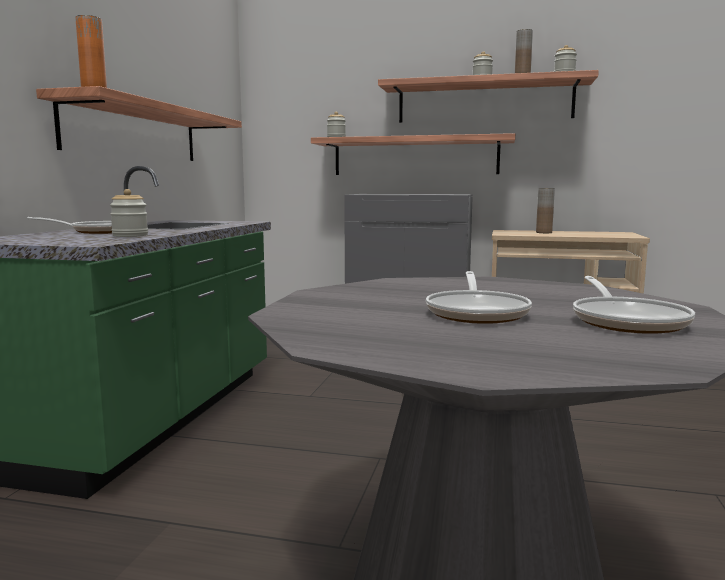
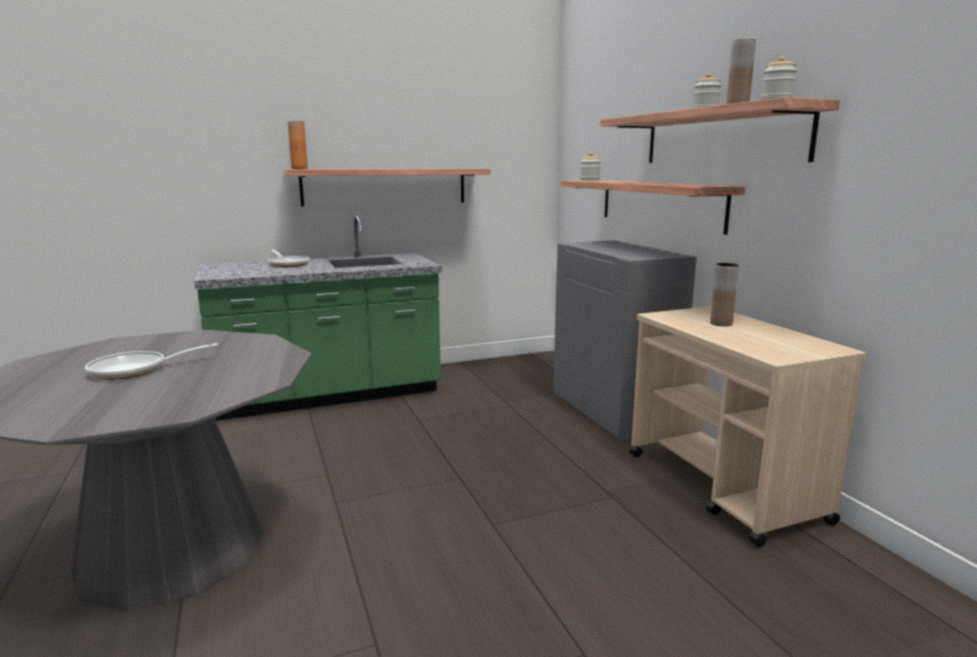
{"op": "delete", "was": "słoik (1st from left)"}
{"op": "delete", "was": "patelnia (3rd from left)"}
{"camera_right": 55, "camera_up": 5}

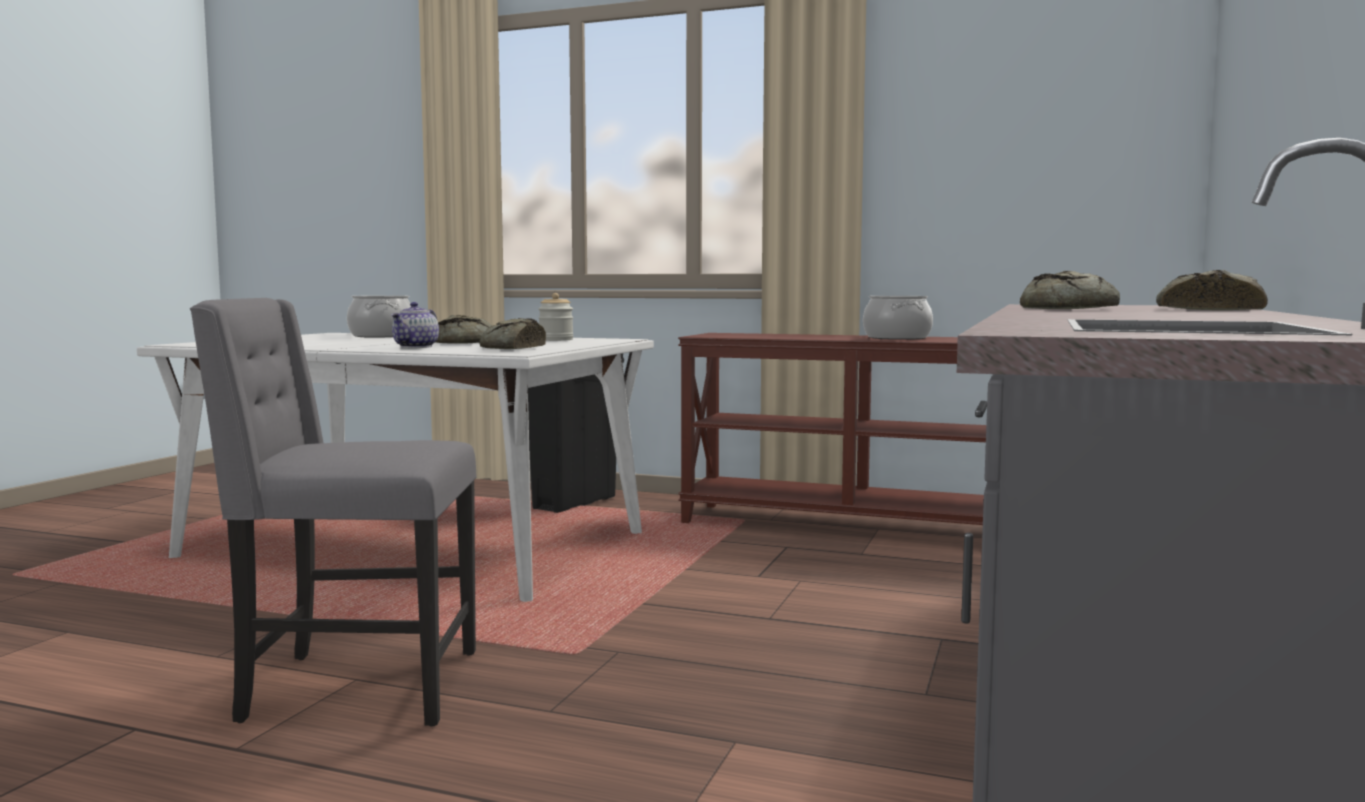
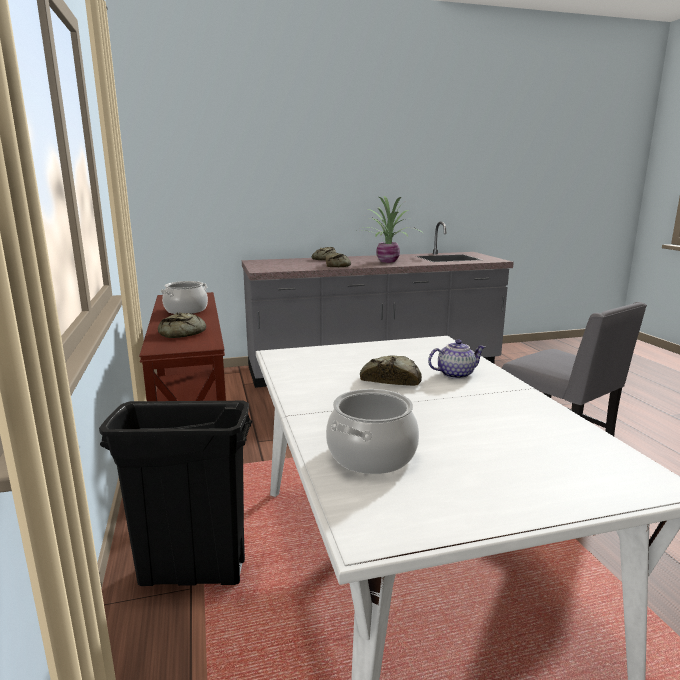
{"op": "move", "was": "chleb (2nd from left in the first image)", "now": "chleb (1st from left)"}
{"op": "insert", "now": "roślina doniczkowa"}
{"op": "delete", "was": "słoik"}
{"camera_right": -125, "camera_up": 10}

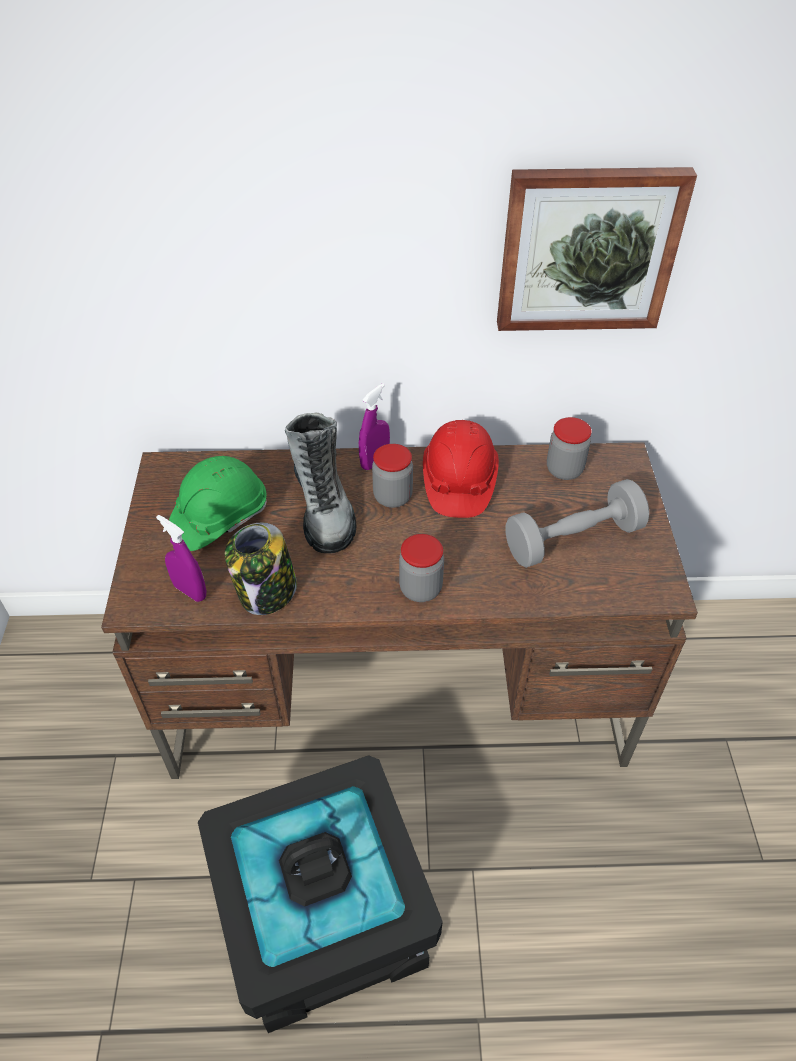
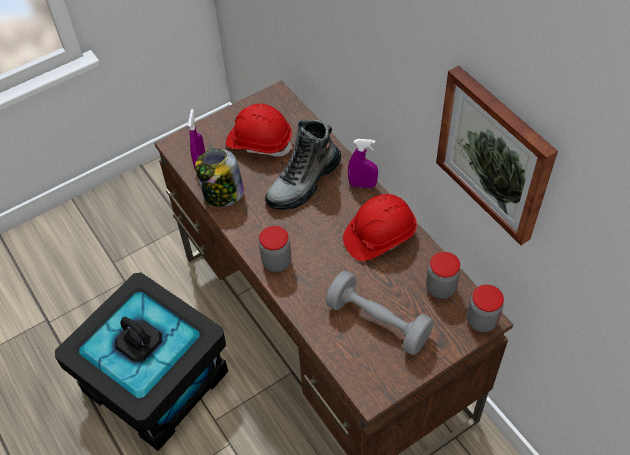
{"op": "recolor", "was": "kask/zielony", "now": "kask/czerwony (1st from left)"}
{"op": "move", "was": "słoik (2nd from left in the first image)", "now": "słoik (4th from left)"}
{"camera_right": 60, "camera_up": 5}

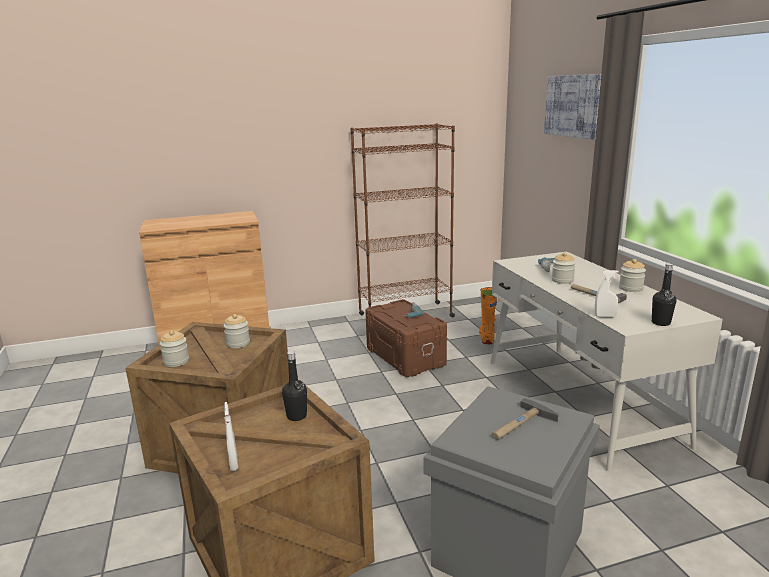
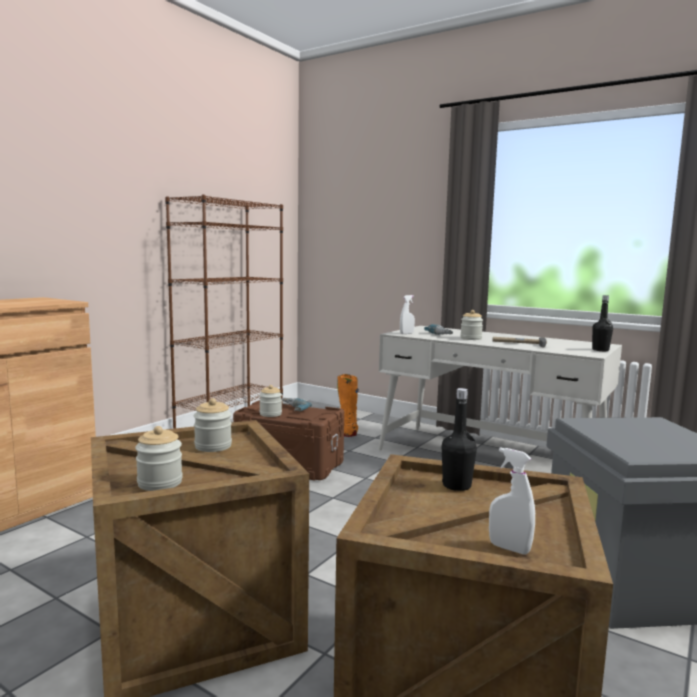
{"op": "move", "was": "słoik (4th from left in the first image)", "now": "słoik (3rd from left)"}
{"op": "move", "was": "spryskiwacz/biały (2nd from left in the first image)", "now": "spryskiwacz/biały (1st from left)"}
{"op": "delete", "was": "młotek (1st from left)"}
{"op": "delete", "was": "obraz"}
{"camera_right": -40, "camera_up": -10}

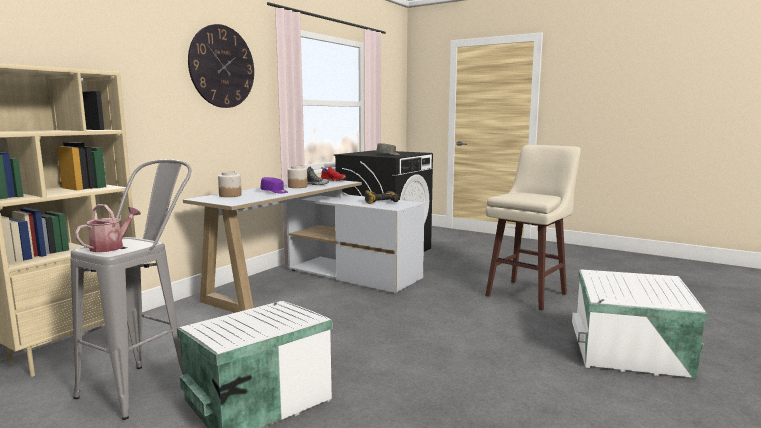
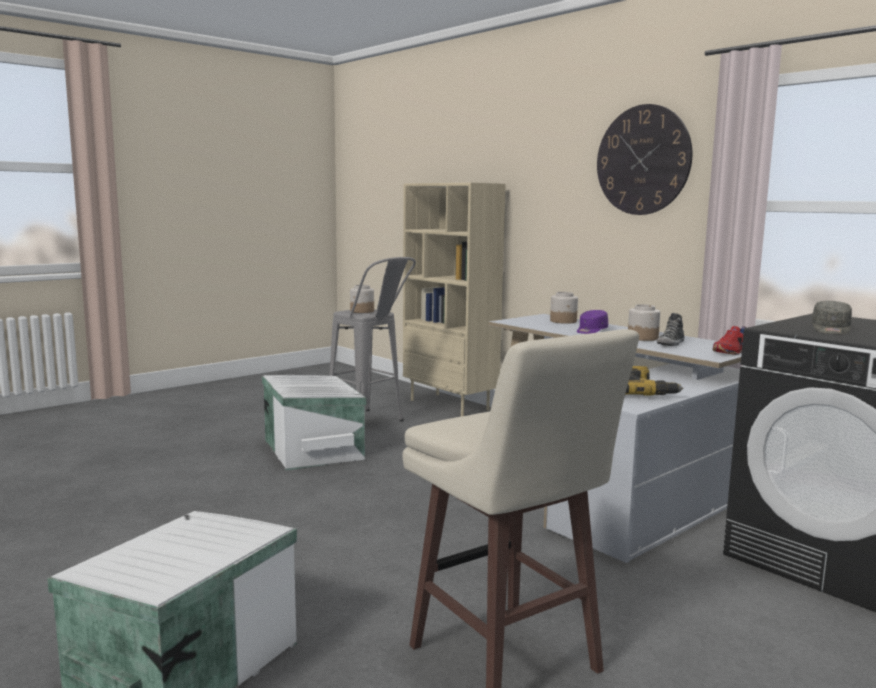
{"op": "replace", "was": "konewka", "now": "słoik (1st from left)"}
{"camera_right": 105, "camera_up": 0}

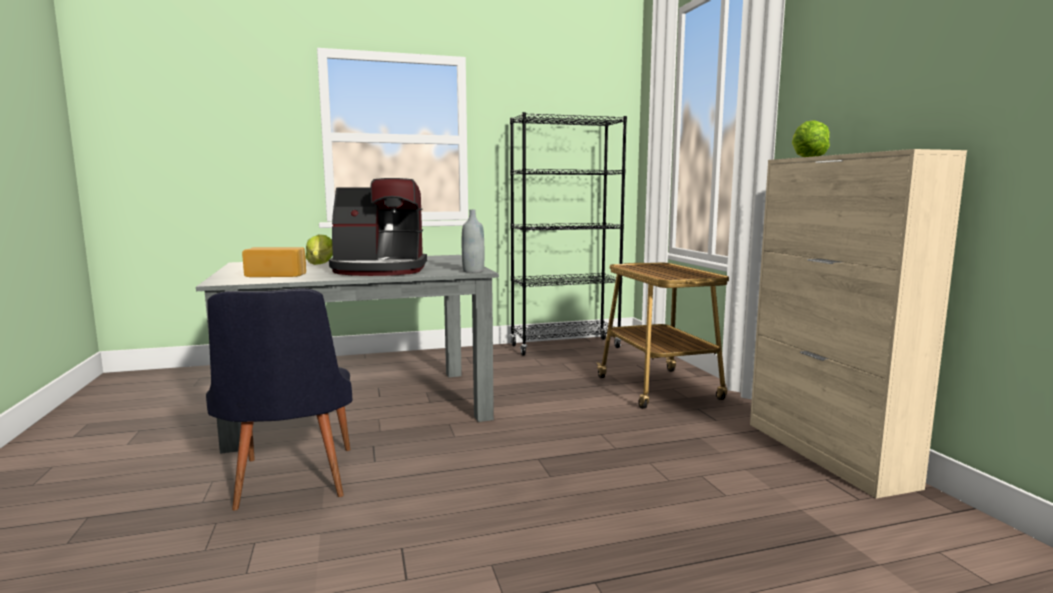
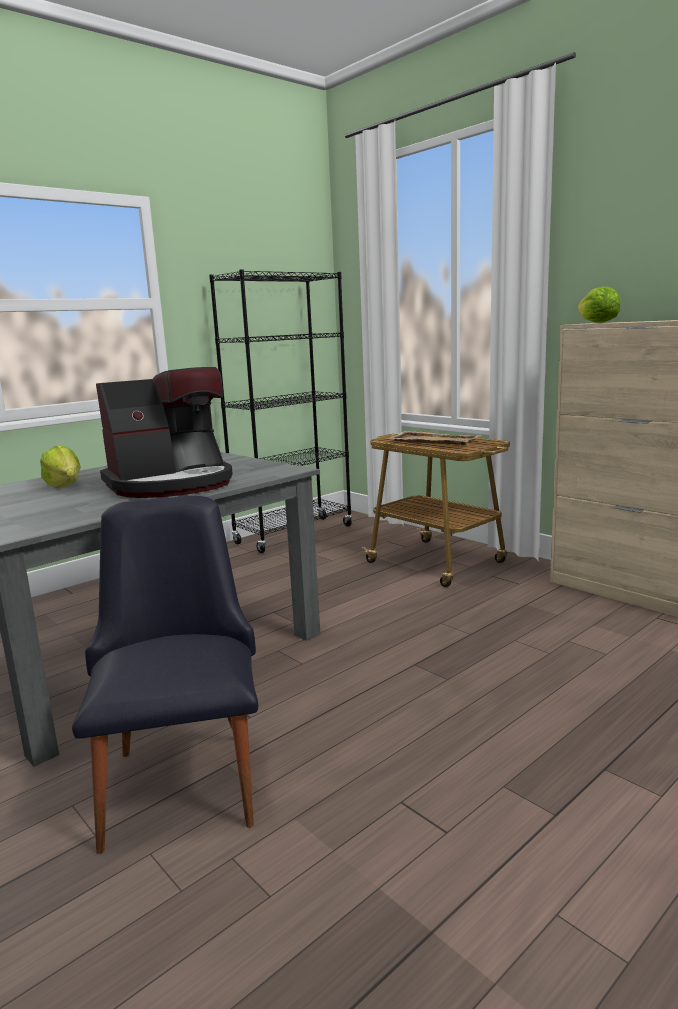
{"op": "rotate", "was": "krzesło/czarny", "clockwise": -150}
{"op": "insert", "now": "taca/beżowy"}
{"op": "delete", "was": "chleb"}
{"op": "delete", "was": "butelka/szary"}
{"camera_right": -25, "camera_up": 5}

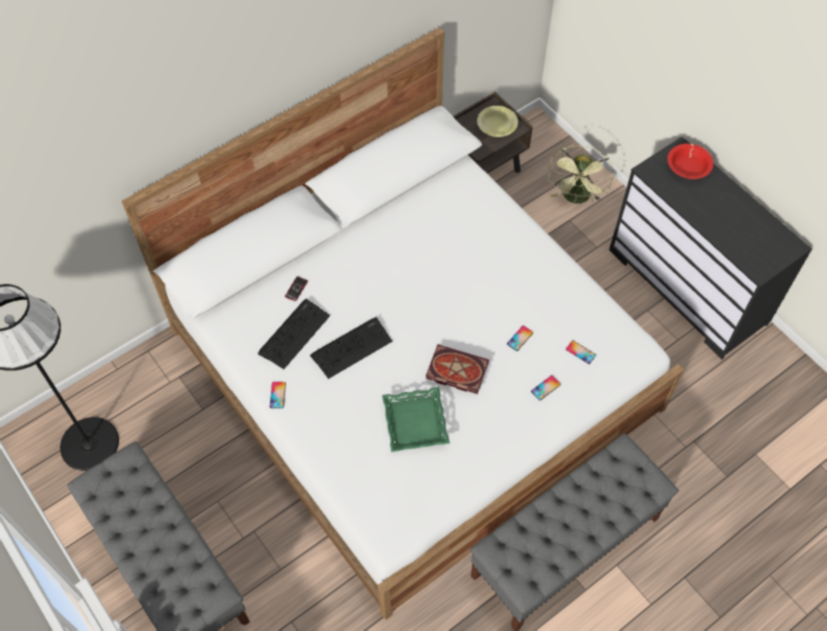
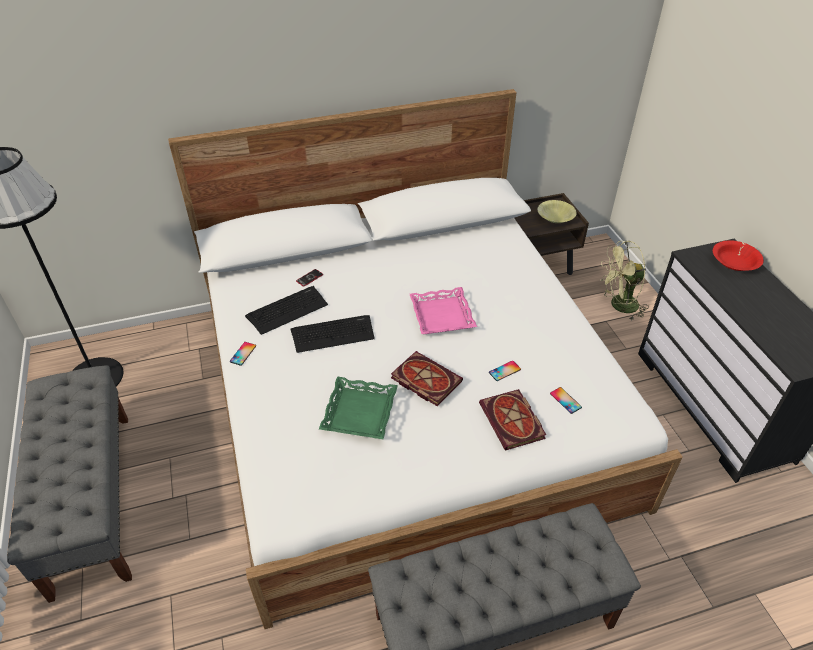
{"op": "insert", "now": "taca/różowy"}
{"op": "replace", "was": "telefon (4th from left)", "now": "książka (2nd from left)"}
{"op": "rotate", "was": "wentylator/zielony", "clockwise": 45}
{"camera_right": 20, "camera_up": -15}

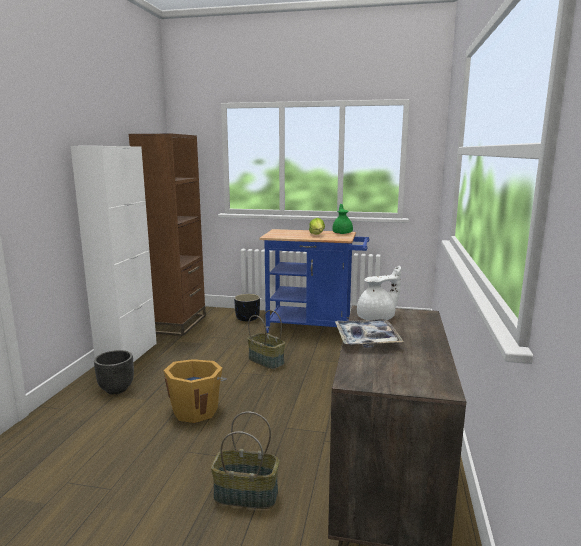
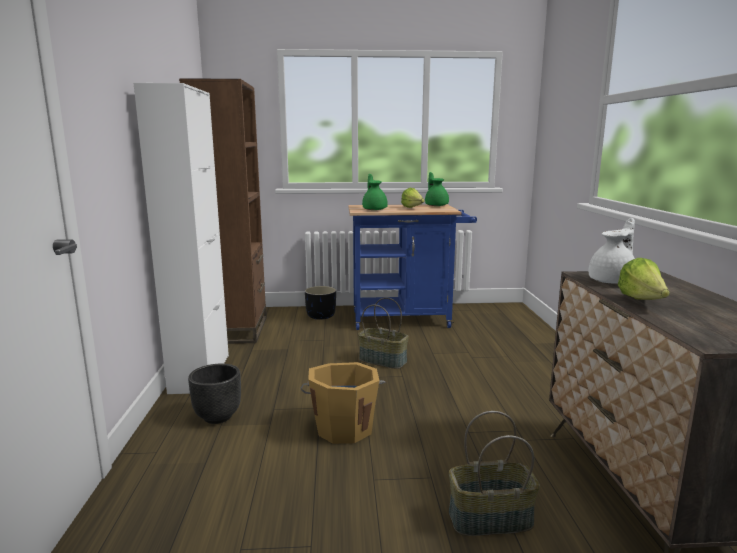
{"op": "insert", "now": "imbryk/zielony (1st from left)"}
{"op": "replace", "was": "taca", "now": "sałata (2nd from left)"}
{"camera_right": -15, "camera_up": 0}

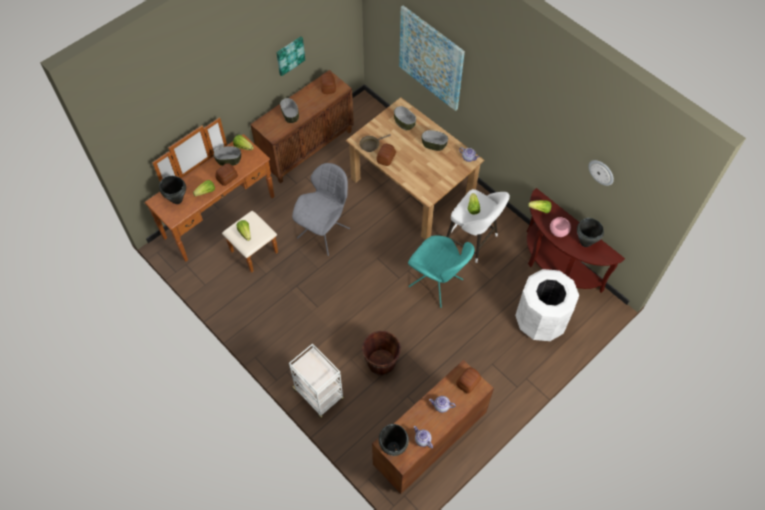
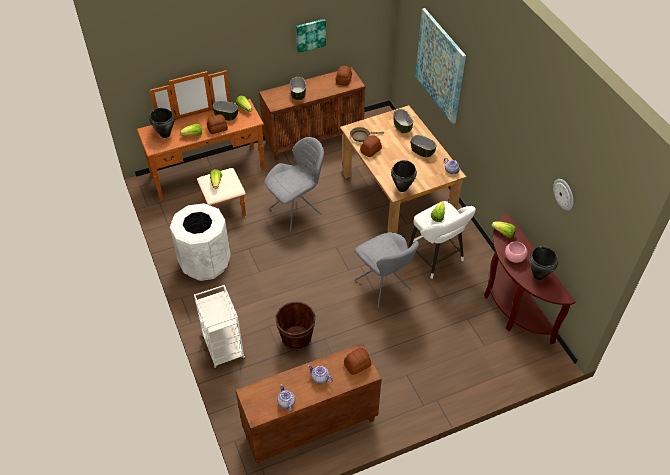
{"op": "move", "was": "kosz na śmieci/biały"}
{"op": "recolor", "was": "krzesło/turkusowy", "now": "krzesło/szary (2nd from left)"}
{"op": "move", "was": "garnek/czarny (2nd from left)"}
{"camera_right": 20, "camera_up": -10}

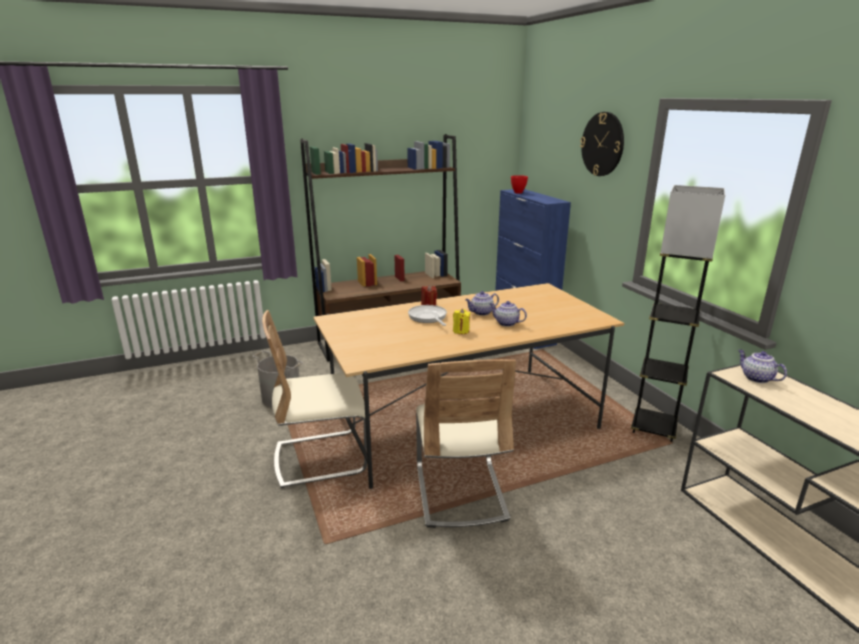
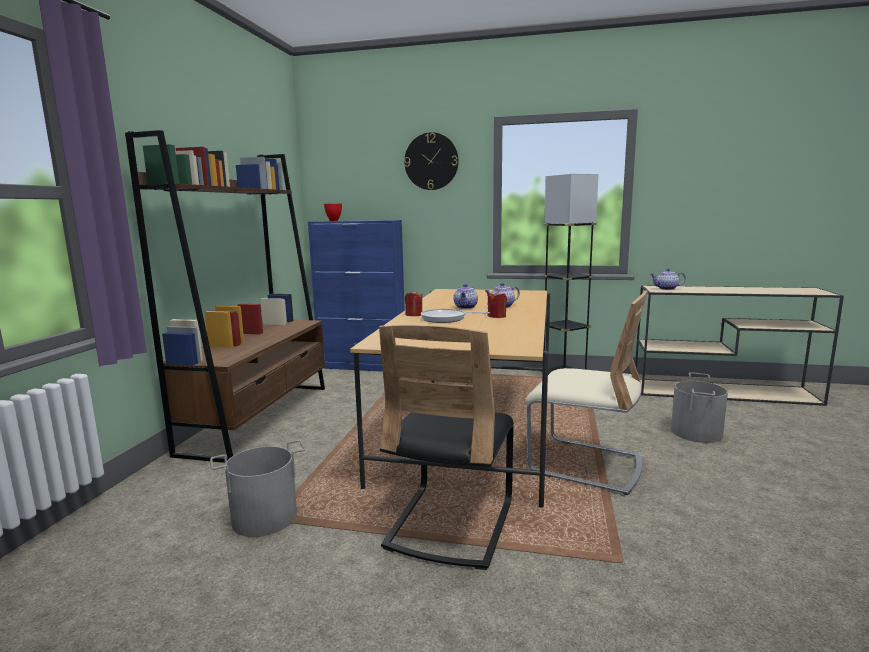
{"op": "recolor", "was": "krzesło/beżowy (1st from left)", "now": "krzesło/czarny"}
{"op": "recolor", "was": "świeca/żółty", "now": "świeca/czerwony (2nd from left)"}
{"op": "insert", "now": "wiadro/szary (2nd from left)"}
{"camera_right": -55, "camera_up": -10}

